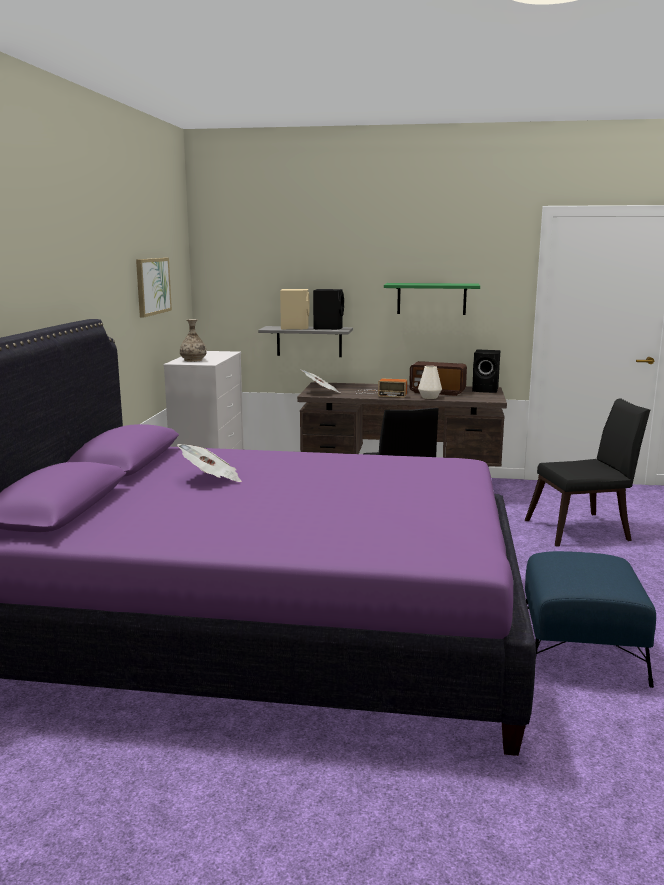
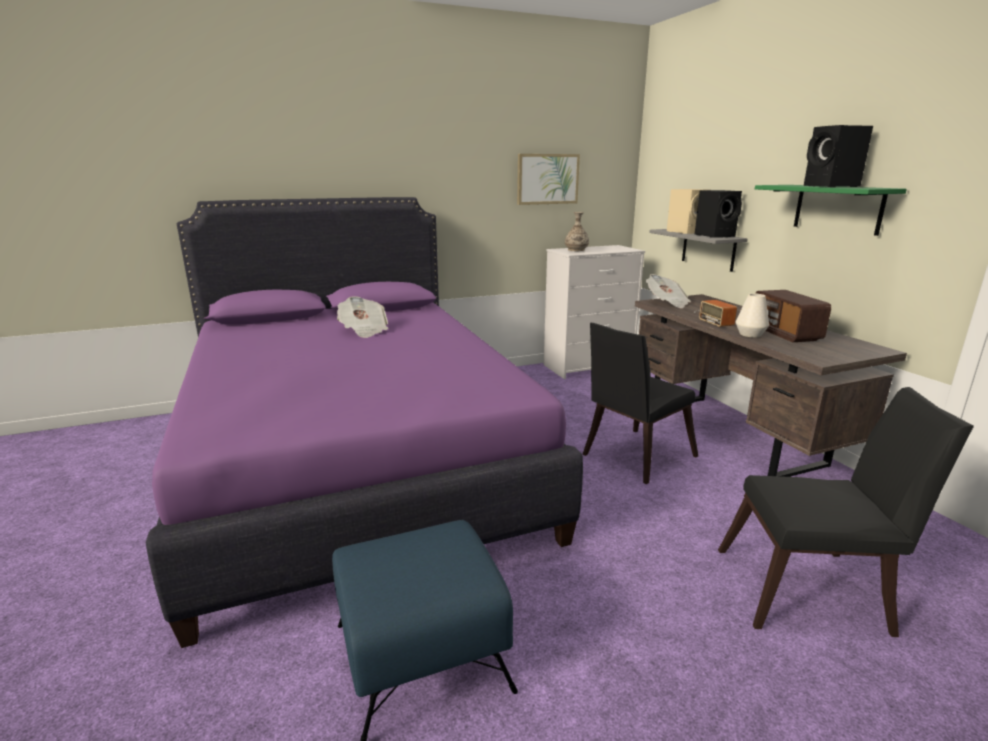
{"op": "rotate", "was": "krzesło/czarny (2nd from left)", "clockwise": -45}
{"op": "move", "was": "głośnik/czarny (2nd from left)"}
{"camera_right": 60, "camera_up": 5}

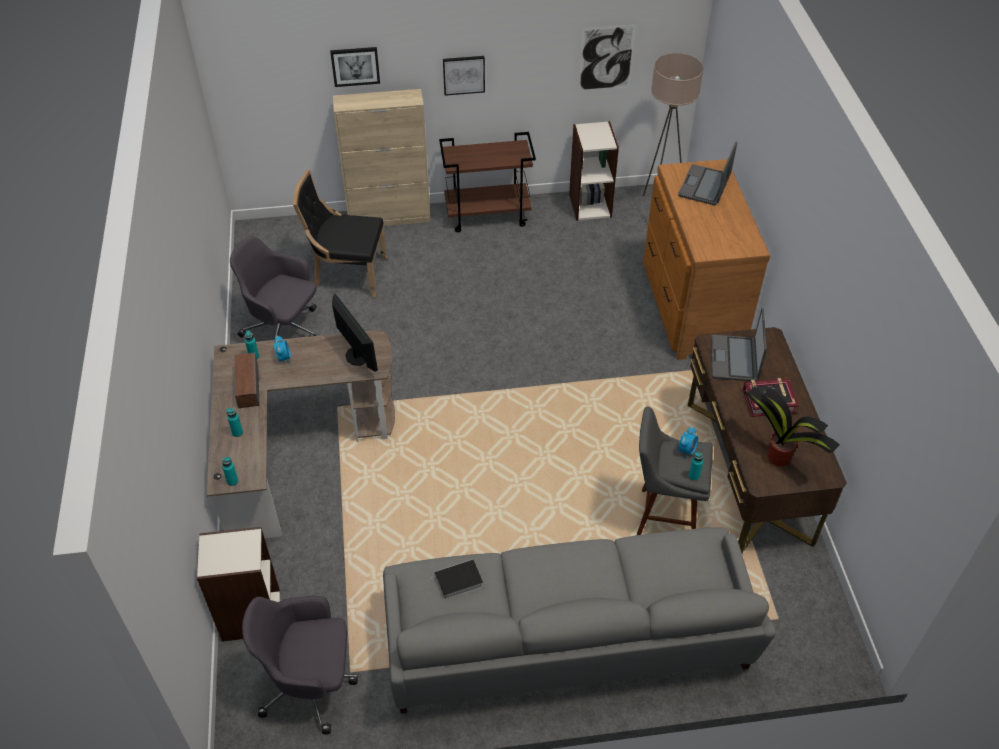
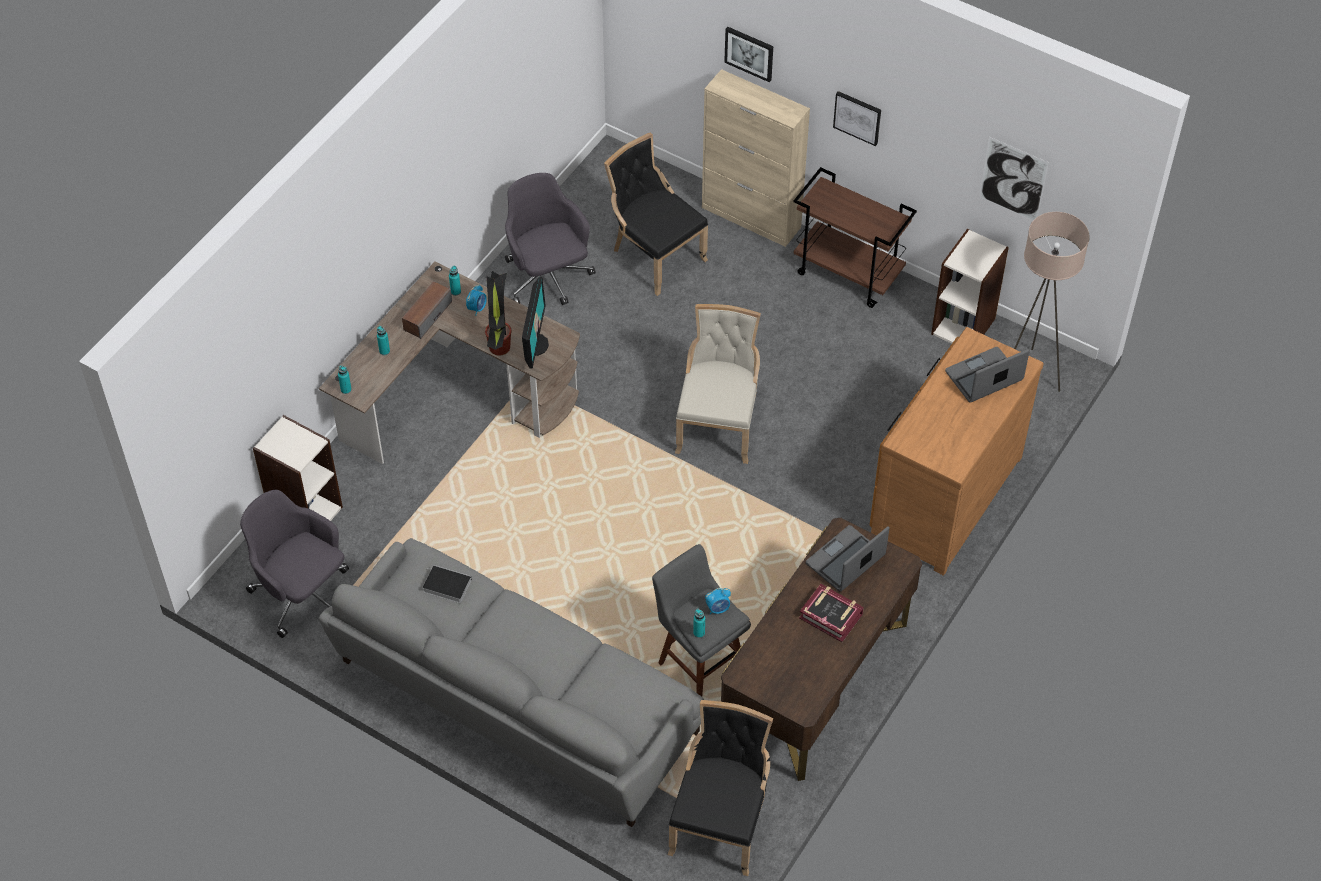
{"op": "move", "was": "roślina doniczkowa"}
{"op": "insert", "now": "krzesło/czarny (2nd from left)"}
{"op": "insert", "now": "krzesło/beżowy"}
{"camera_right": 40, "camera_up": 5}

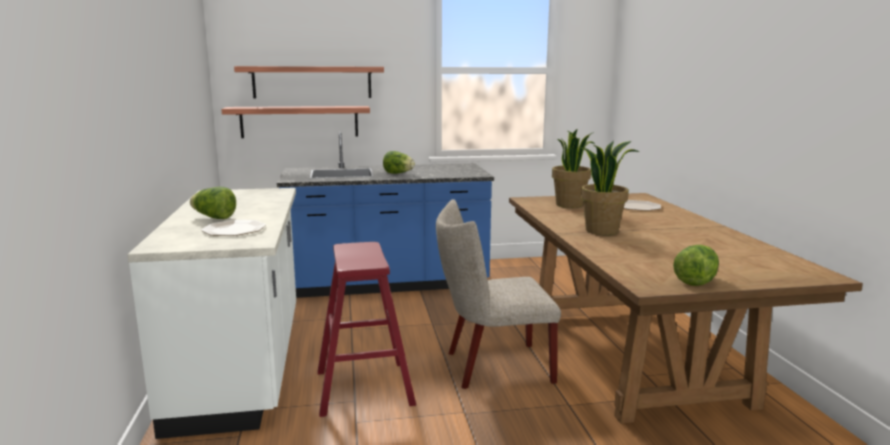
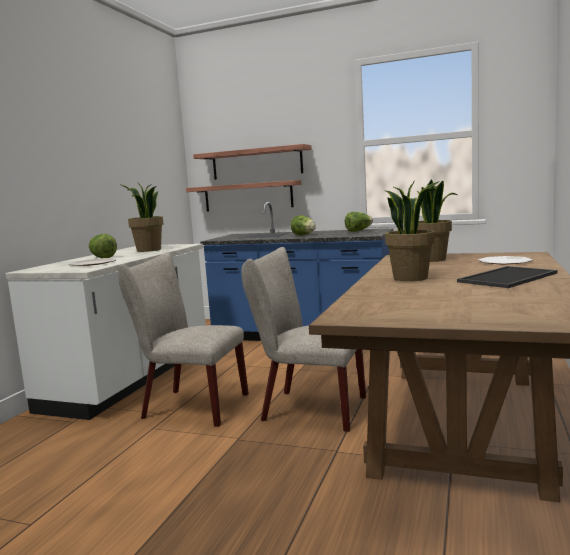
{"op": "replace", "was": "stołek/czerwony", "now": "krzesło/beżowy (1st from left)"}
{"op": "insert", "now": "roślina doniczkowa (1st from left)"}
{"op": "move", "was": "sałata (3rd from left)"}
{"op": "insert", "now": "taca"}
{"camera_right": 30, "camera_up": -5}

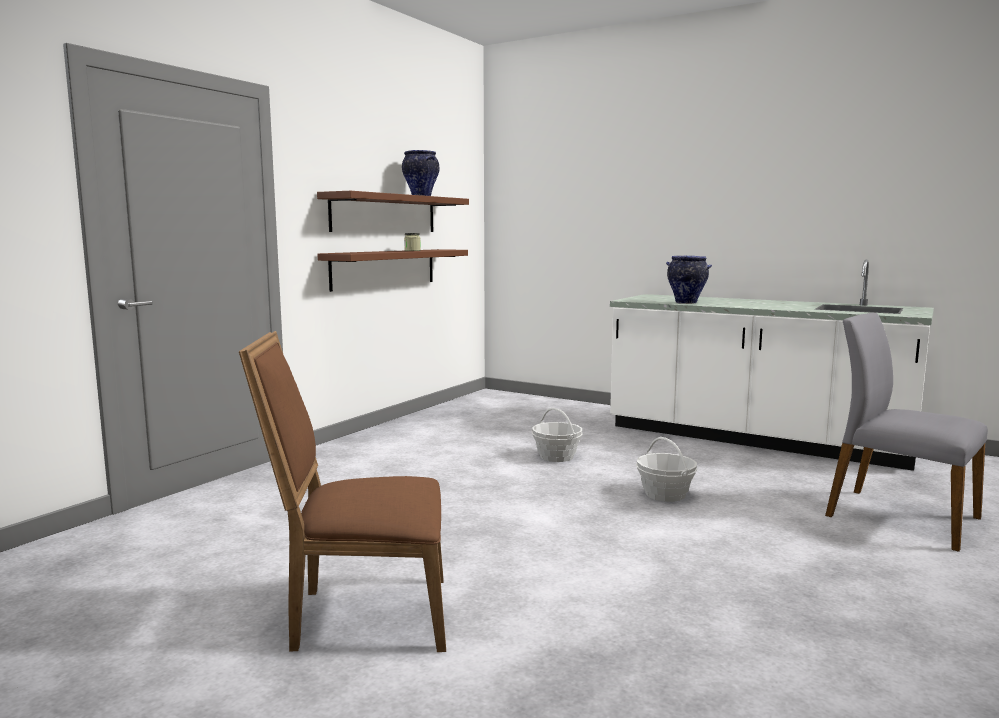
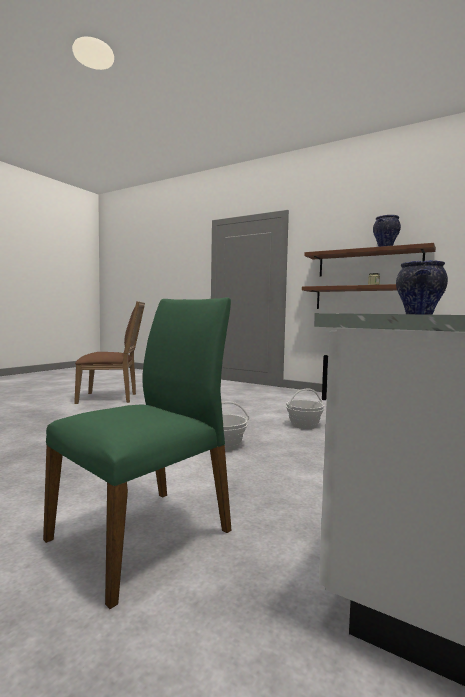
{"op": "recolor", "was": "krzesło/szary", "now": "krzesło/zielony"}
{"op": "rotate", "was": "krzesło/brązowy", "clockwise": 90}
{"camera_right": 90, "camera_up": -5}

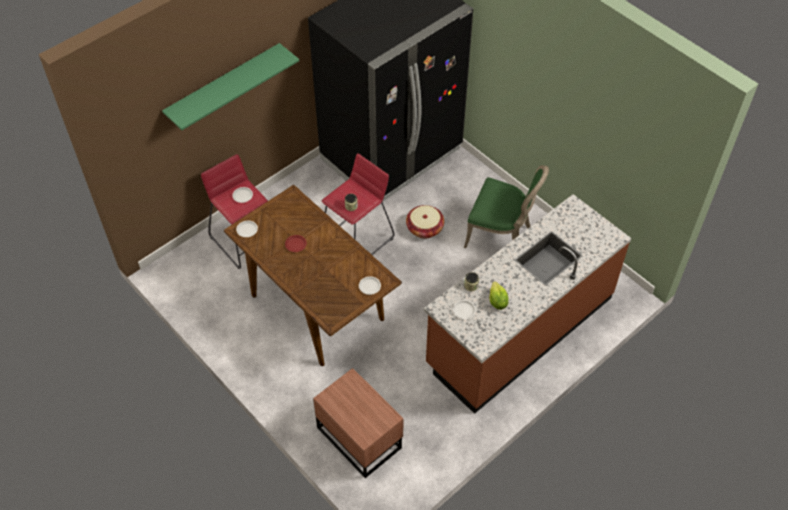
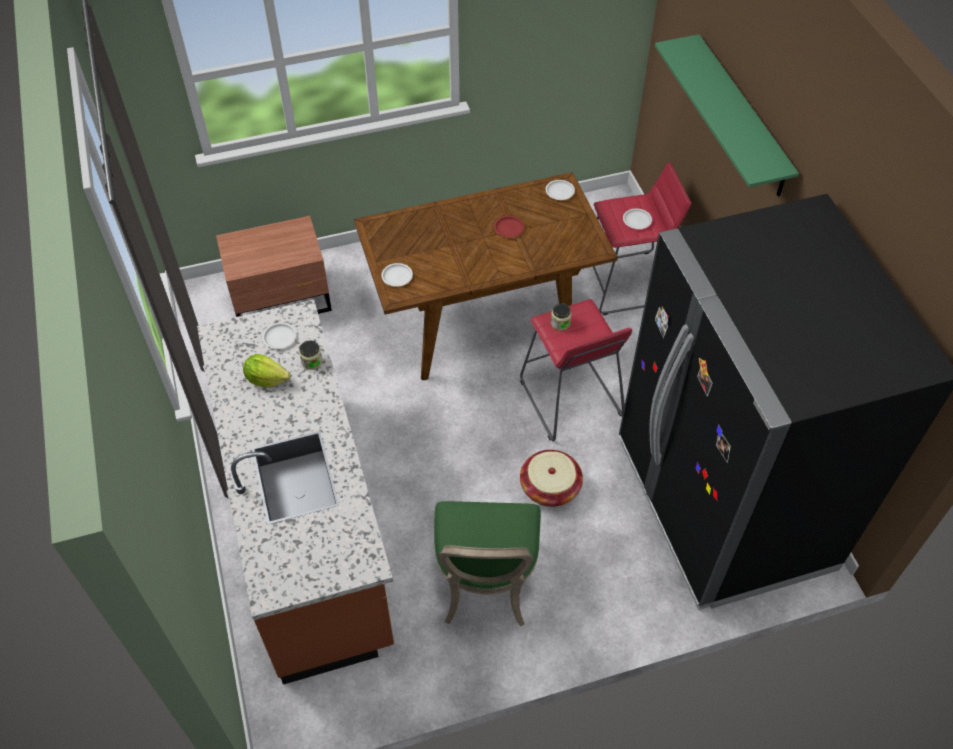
{"op": "rotate", "was": "krzesło/zielony", "clockwise": -45}
{"camera_right": 115, "camera_up": 0}

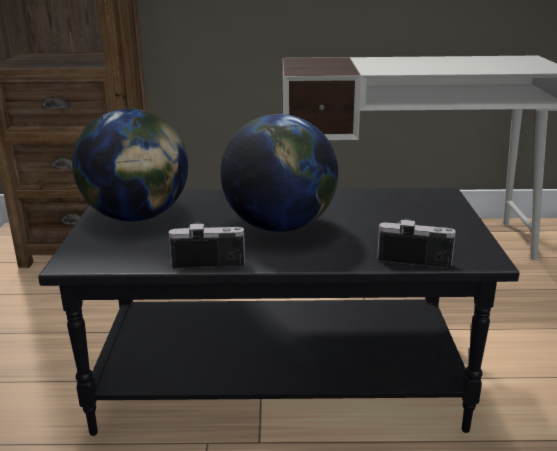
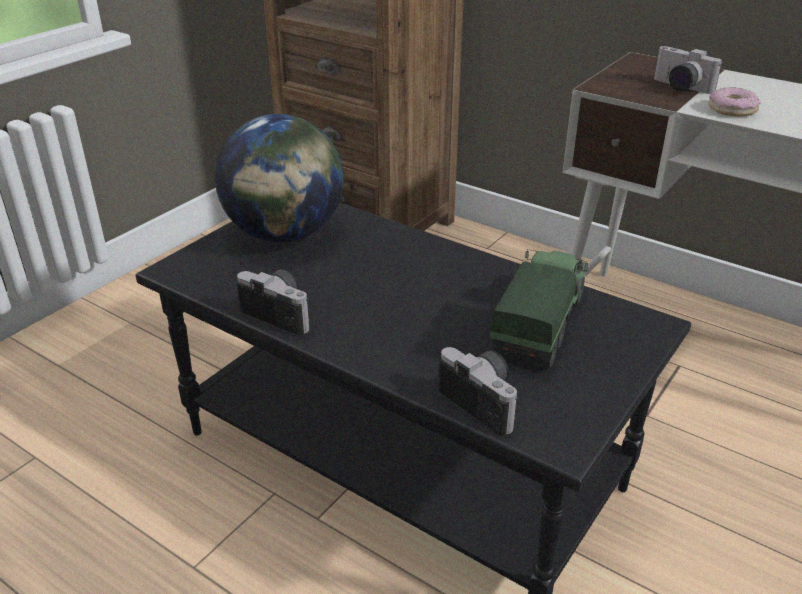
{"op": "insert", "now": "ciężarówka zabawkowa"}
{"op": "insert", "now": "aparat fotograficzny (3rd from left)"}
{"op": "insert", "now": "donut"}
{"op": "delete", "was": "globus (2nd from left)"}
{"camera_right": 35, "camera_up": 10}

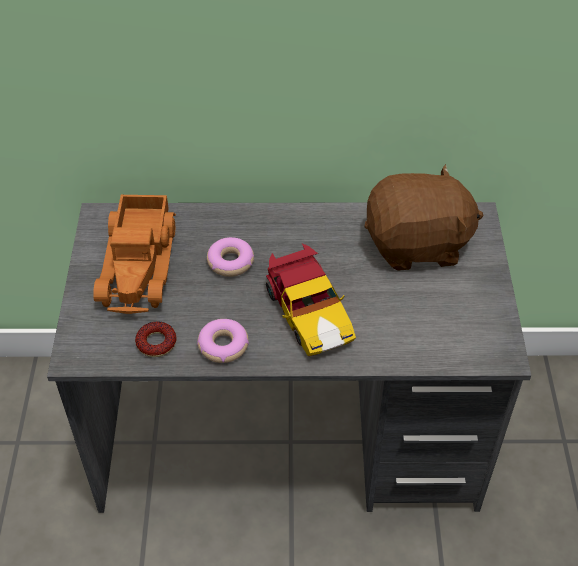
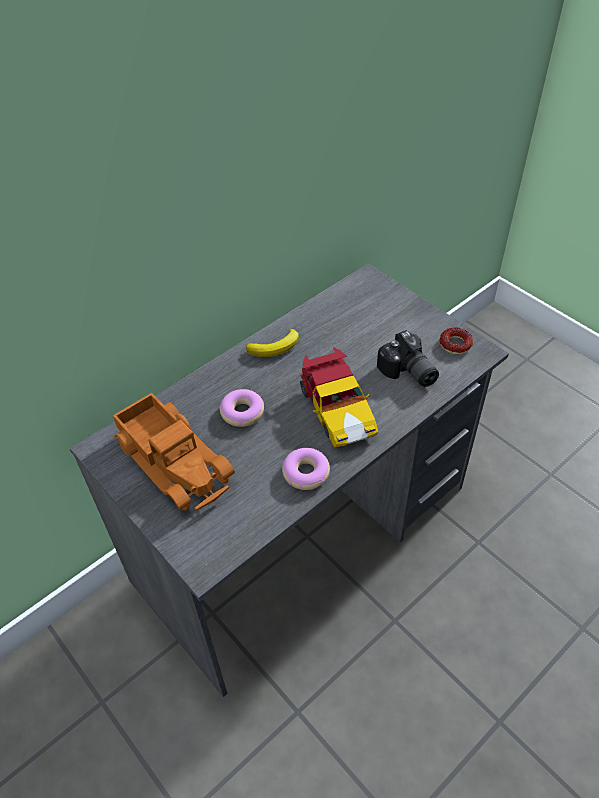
{"op": "insert", "now": "banan"}
{"op": "rotate", "was": "samochodzik", "clockwise": 45}
{"op": "insert", "now": "aparat fotograficzny"}
{"op": "move", "was": "donut (1st from left in the first image)", "now": "donut (3rd from left)"}
{"op": "delete", "was": "pluszak/brązowy"}
{"camera_right": -40, "camera_up": 0}

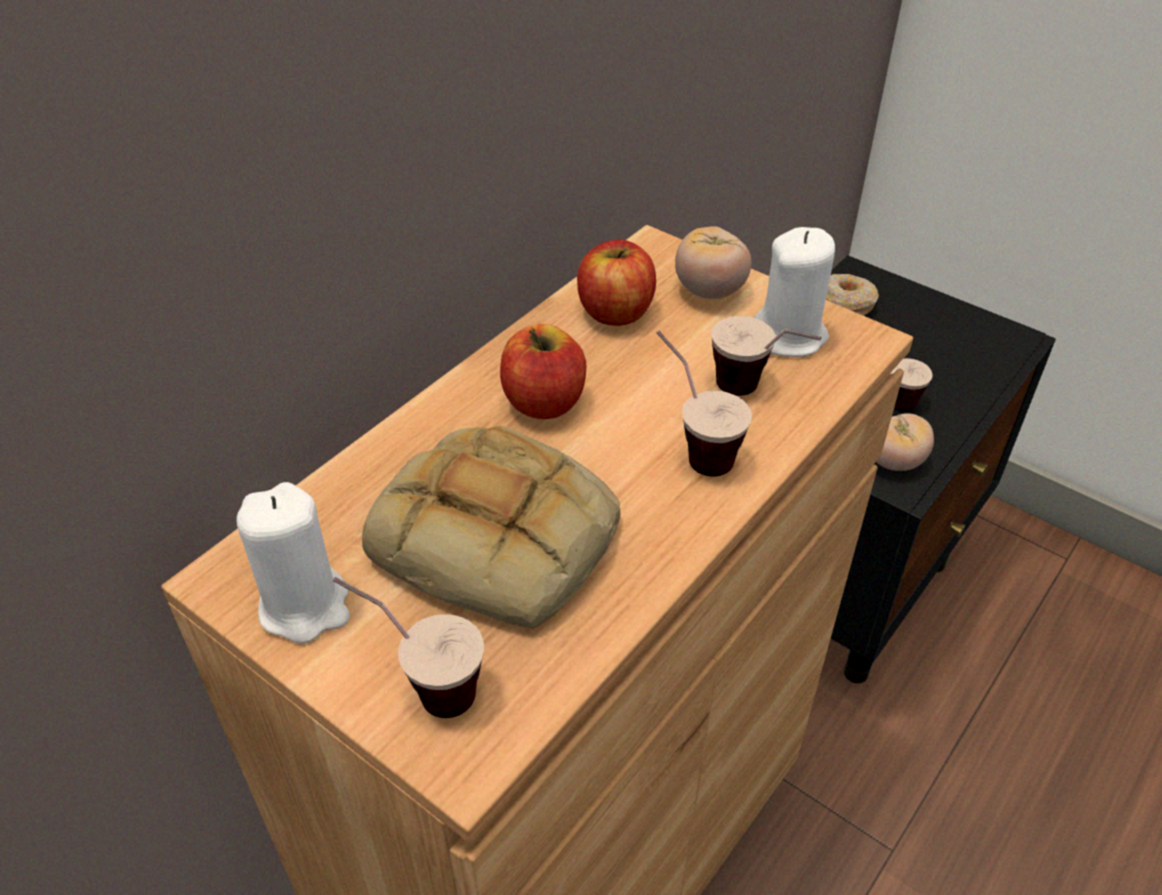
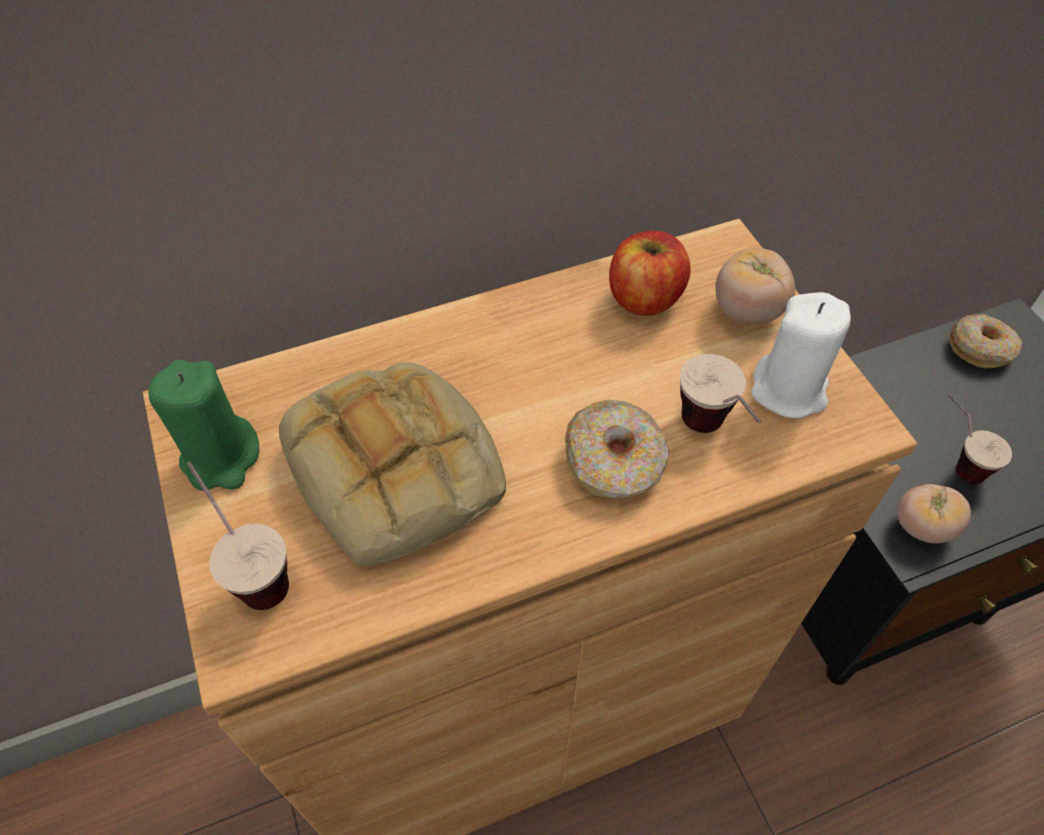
{"op": "recolor", "was": "świeca/biały (1st from left)", "now": "świeca/zielony"}
{"op": "replace", "was": "filiżanka (2nd from left)", "now": "donut (1st from left)"}
{"op": "delete", "was": "jabłko (1st from left)"}
{"camera_right": 30, "camera_up": 10}

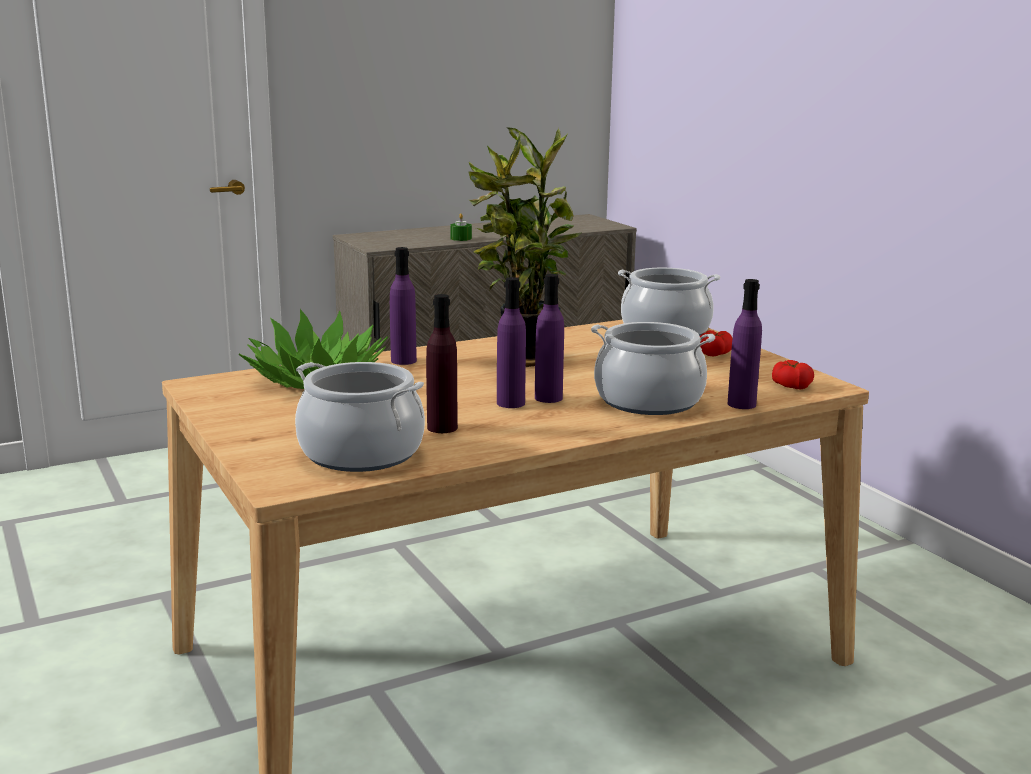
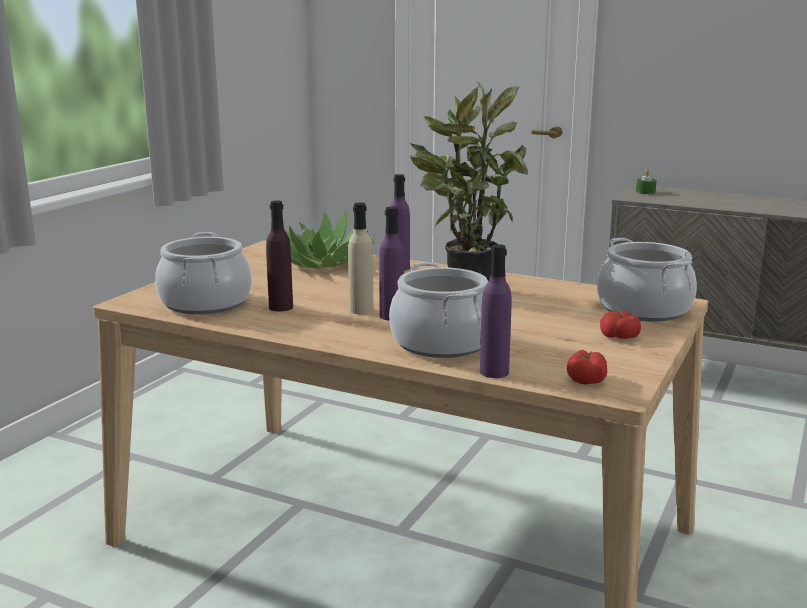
{"op": "recolor", "was": "butelka/fioletowy (3rd from left)", "now": "butelka/beżowy"}
{"op": "move", "was": "świeca/zielony"}
{"camera_right": 55, "camera_up": 0}

